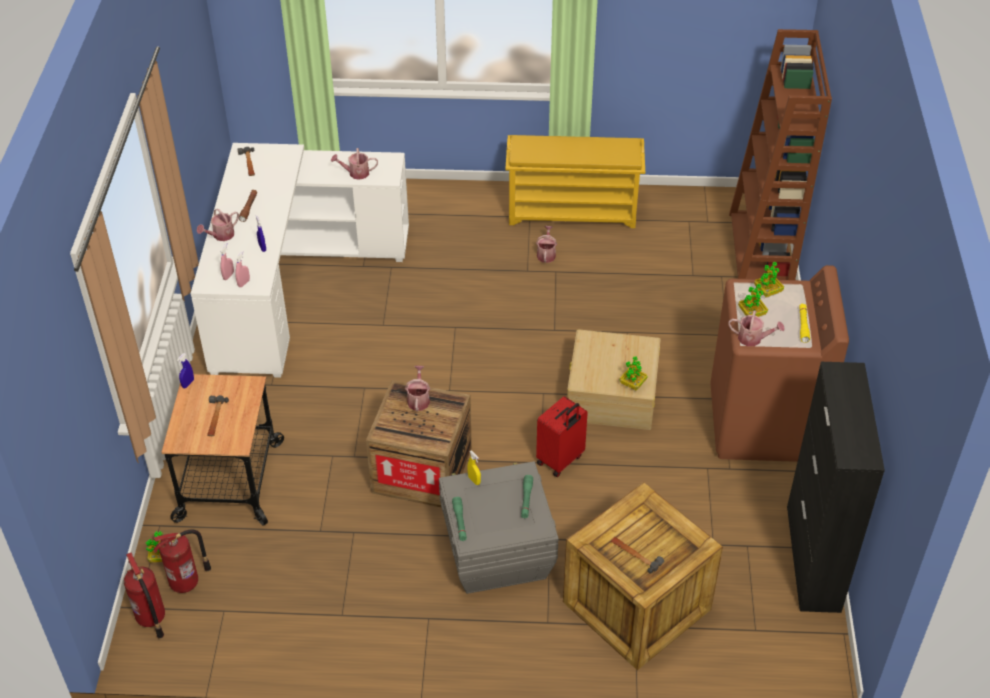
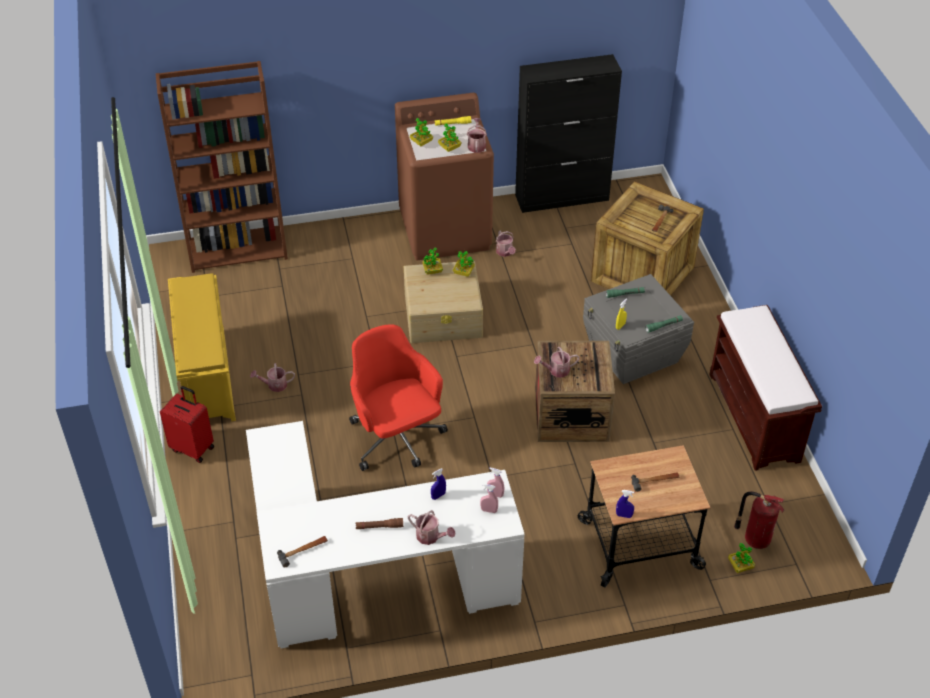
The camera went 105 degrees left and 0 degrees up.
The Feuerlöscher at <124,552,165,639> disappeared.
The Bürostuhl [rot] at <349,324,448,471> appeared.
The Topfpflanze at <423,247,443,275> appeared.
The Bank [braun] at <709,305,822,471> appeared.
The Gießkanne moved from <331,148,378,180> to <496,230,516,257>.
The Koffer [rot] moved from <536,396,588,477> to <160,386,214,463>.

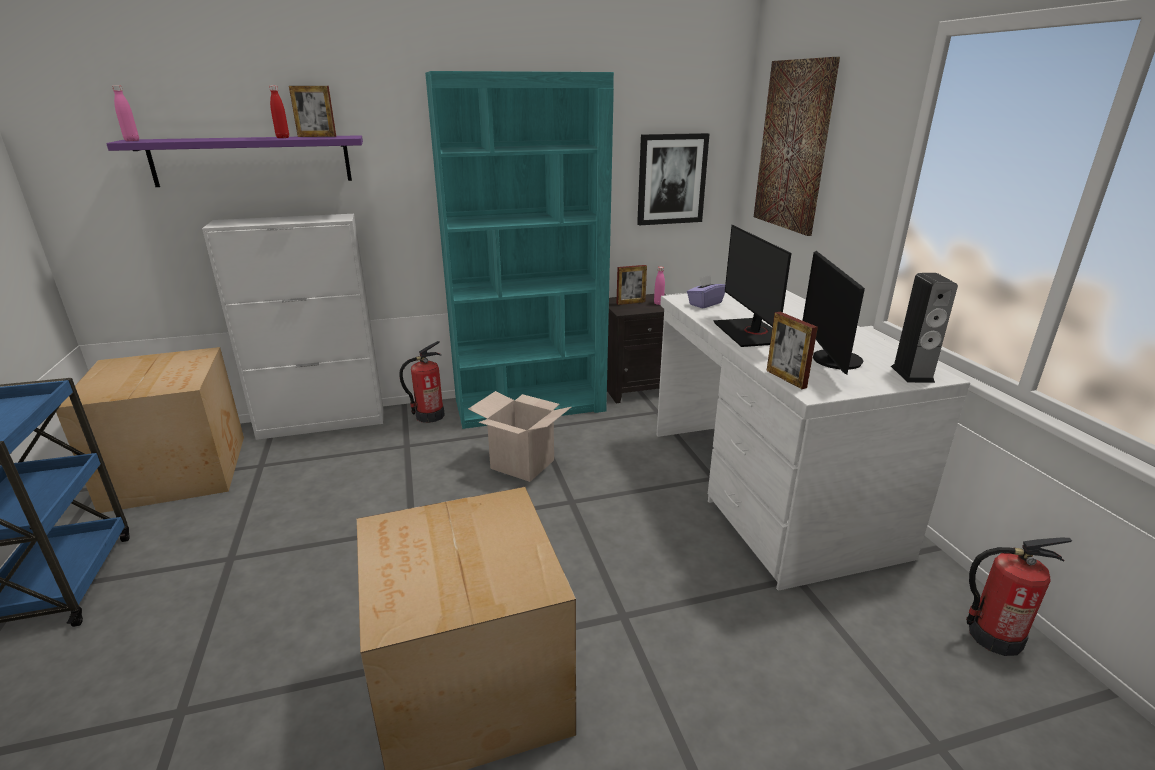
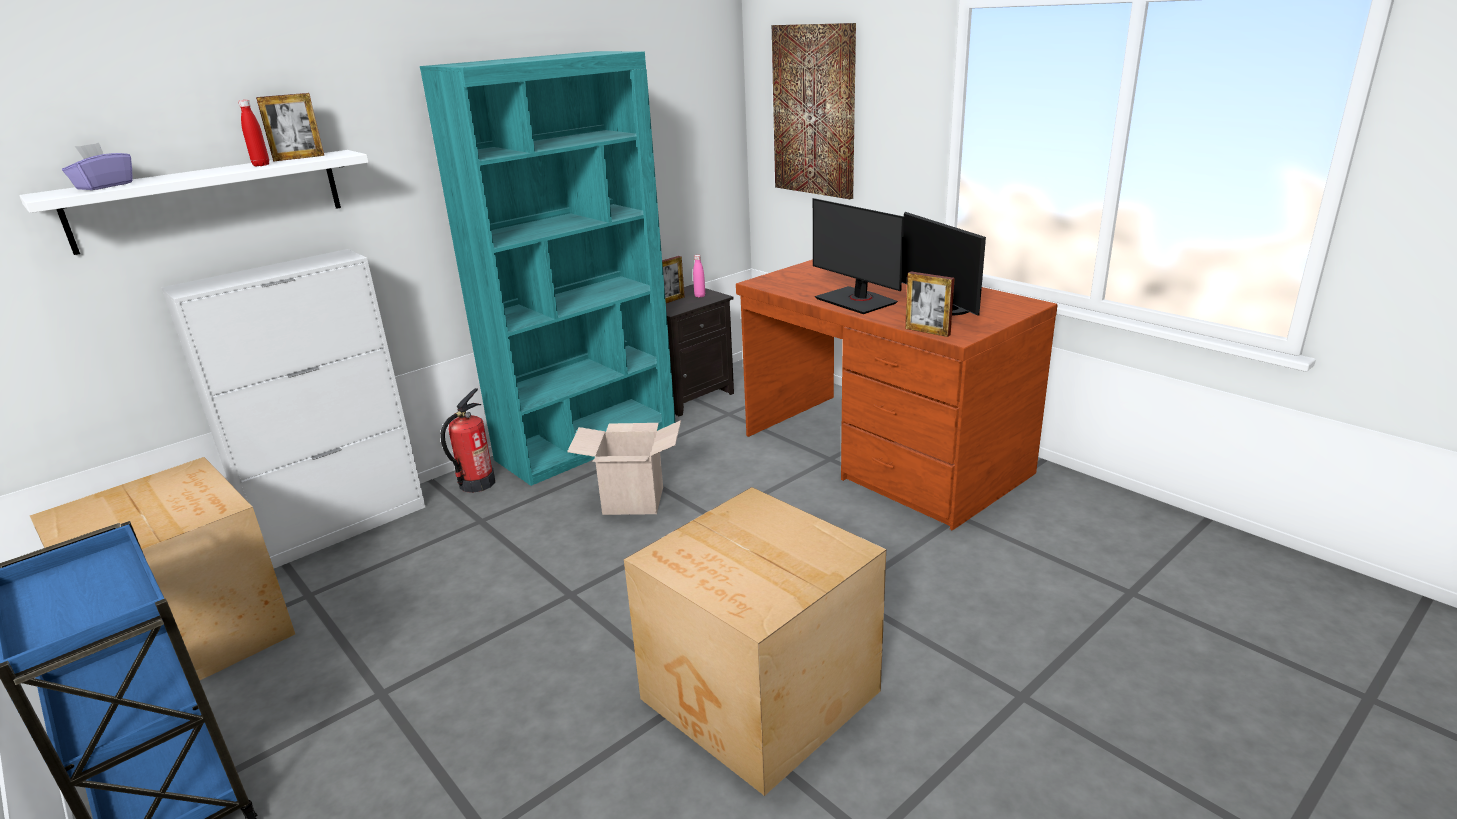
The camera went 25 degrees left and 0 degrees up.
The Flasche [rosa] at <112,85,139,141> disappeared.
The Bild at <637,133,709,225> disappeared.
The Lautsprecher at <891,273,958,383> disappeared.
The Feuerlöscher at <966,538,1072,656> disappeared.
The Taschentuchbox [lila] moved from <687,275,725,308> to <62,143,133,190>.
The Wandregal [lila] at <106,135,363,187> became the Wandregal [weiß] at <19,150,369,255>.
The Schreibtisch [weiß] at <656,290,970,591> became the Schreibtisch [braun] at <736,259,1058,530>.

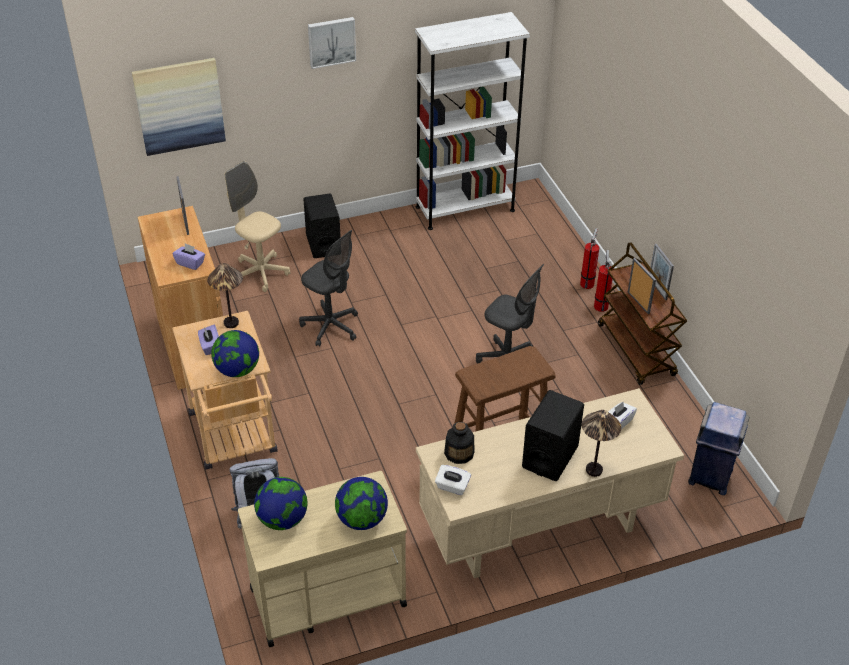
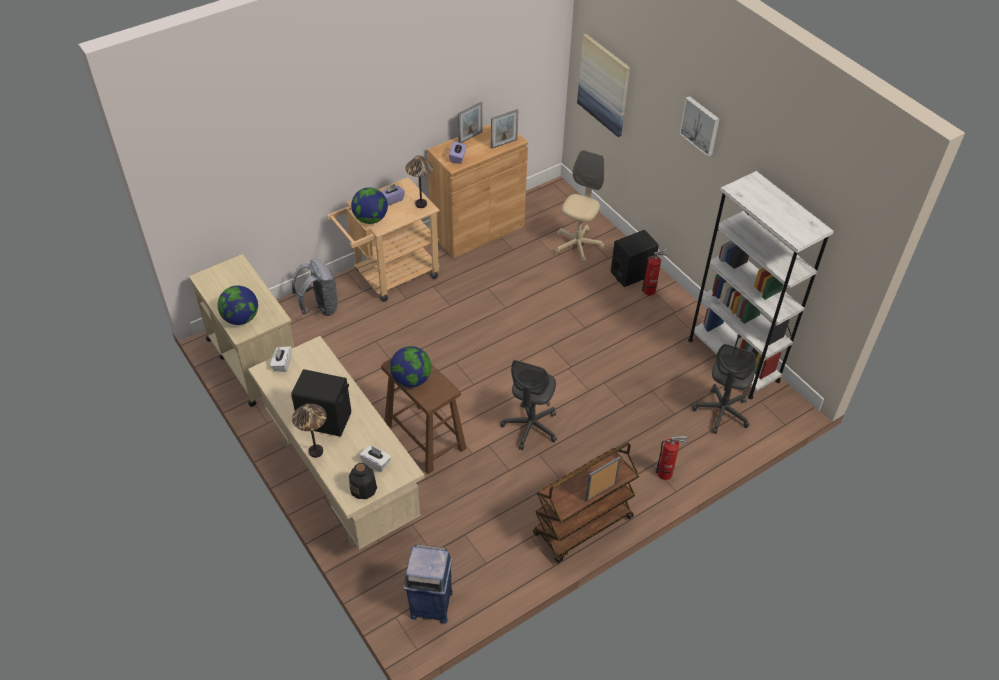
The camera went 75 degrees right and 5 degrees up.
The Globus moved from <254,477,307,530> to <390,346,431,388>.
The Bürostuhl [grau] moved from <299,230,358,347> to <692,344,757,434>.
The Flasche moved from <444,422,475,464> to <349,463,377,499>.
The Feuerlöscher moved from <594,250,613,312> to <642,249,668,296>.
The Bilderrahmen moved from <628,258,656,314> to <458,101,483,143>.

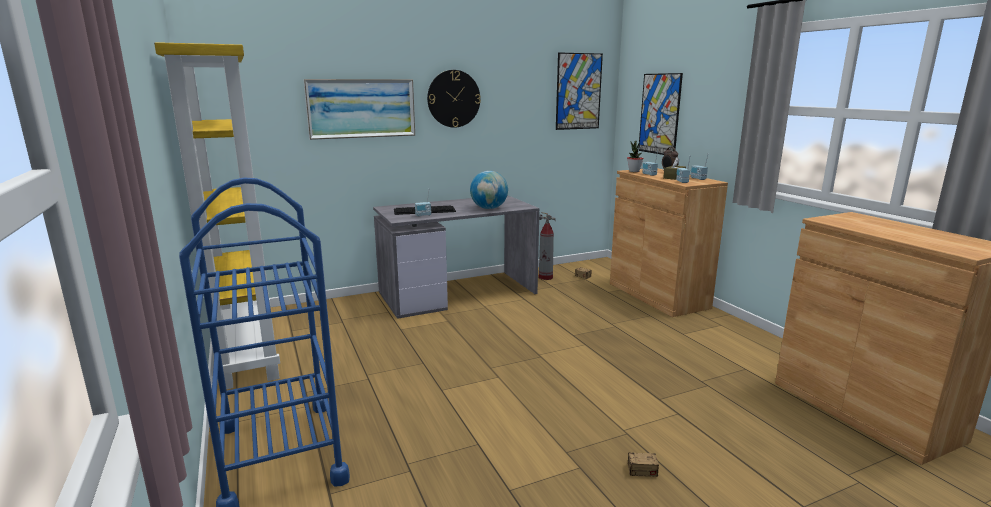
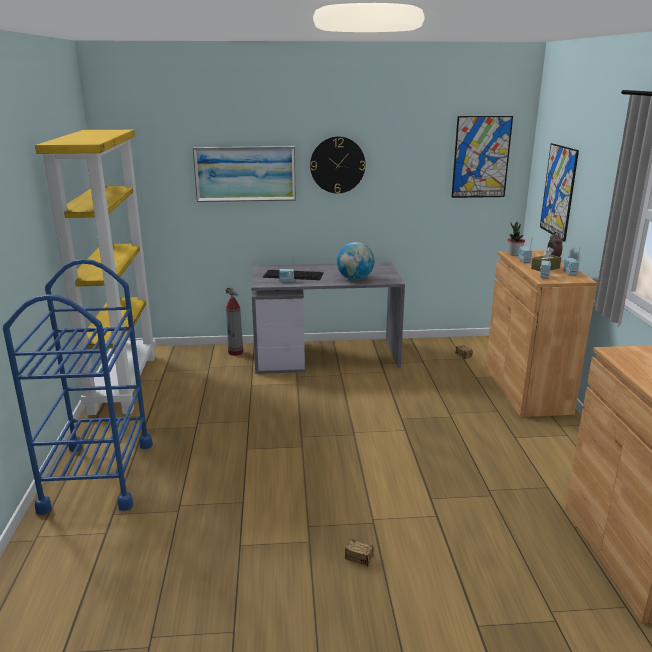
The camera went 20 degrees right and 5 degrees up.
The Feuerlöscher moved from <539,212,556,280> to <225,285,243,356>.

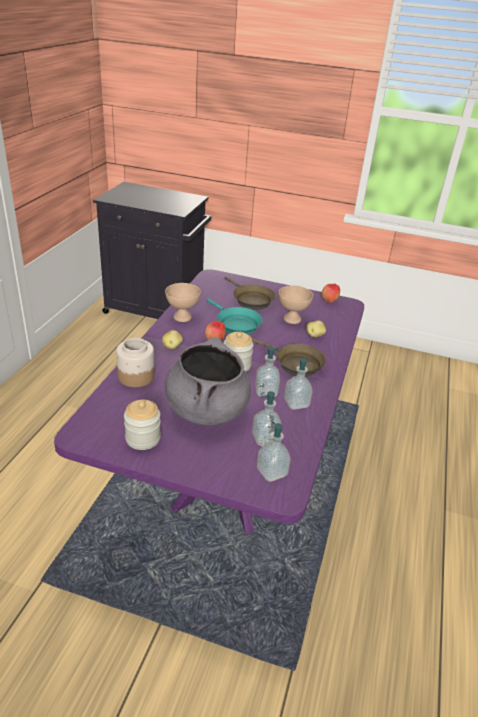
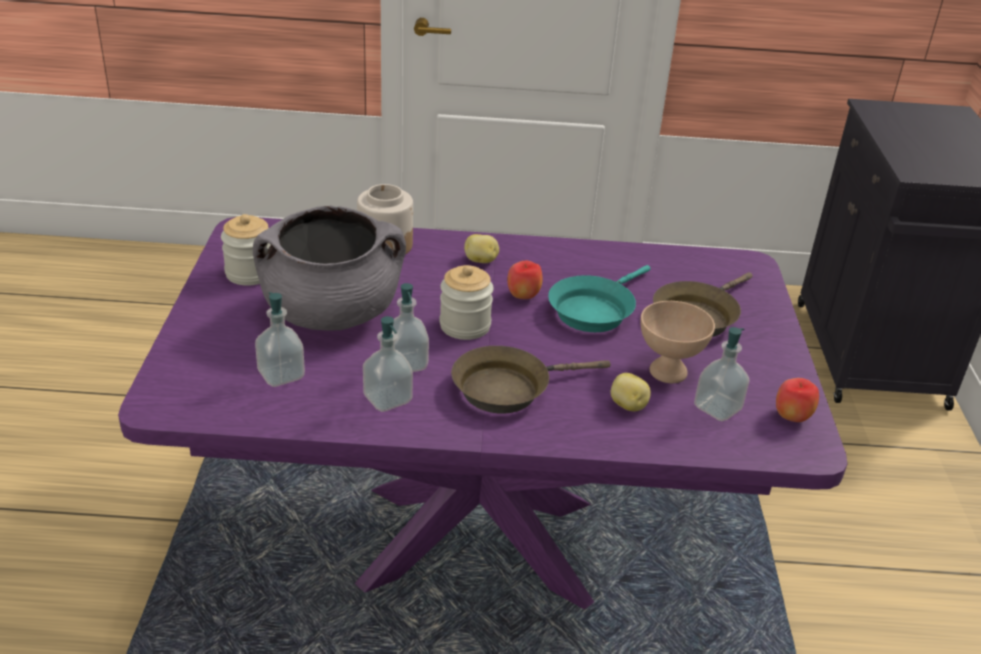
The camera went 75 degrees right and 0 degrees up.
The Schüssel [beige] at <165,283,201,322> disappeared.
The Seifenspender moved from <257,422,291,482> to <694,327,750,421>.
The Pfanne [braun] at <252,338,326,377> turned 45 degrees clockwise.

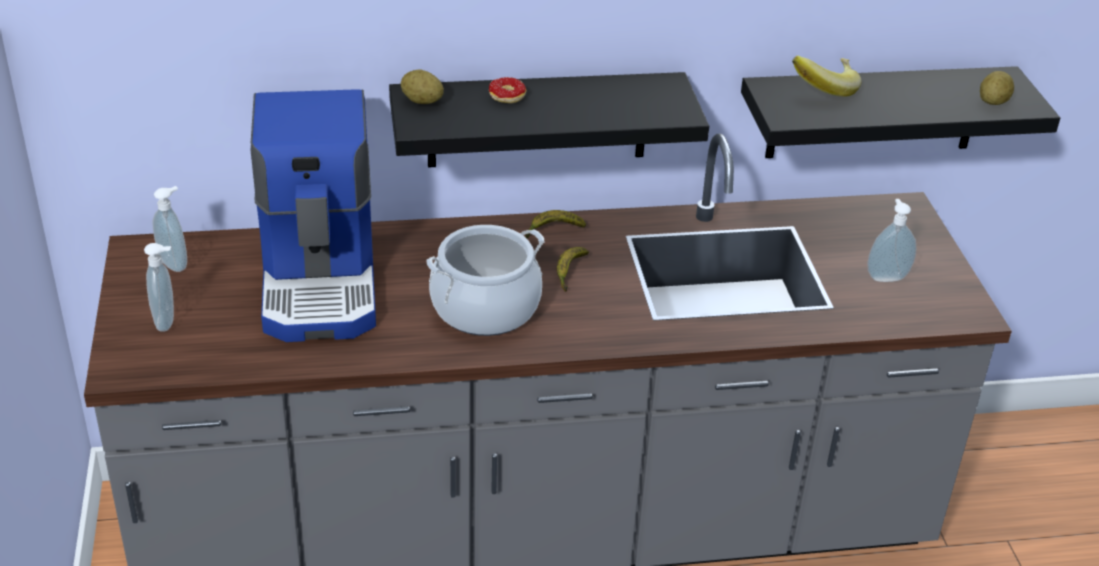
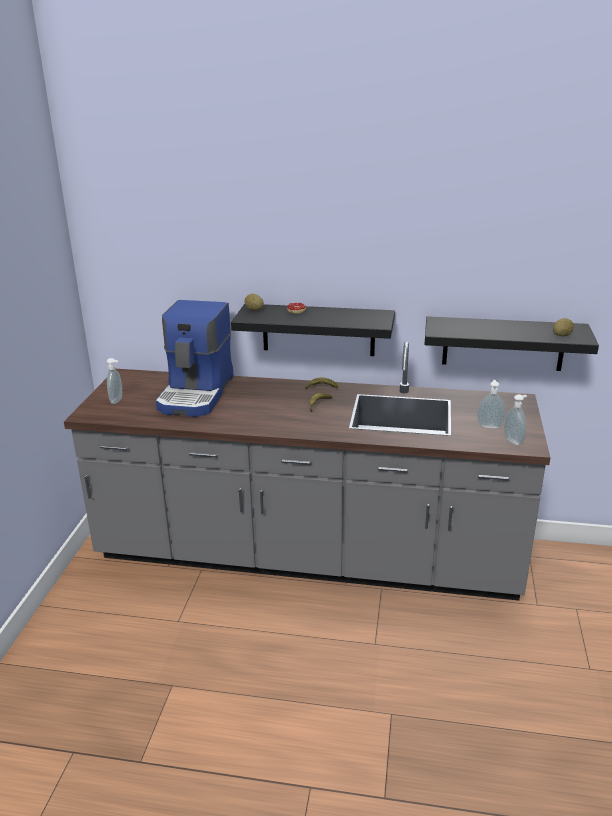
The camera went 20 degrees right and 10 degrees down.
The Kochtopf at <427,225,545,336> disappeared.
The Banane at <792,56,861,97> disappeared.
The Seifenspender moved from <152,186,187,272> to <504,394,527,445>.

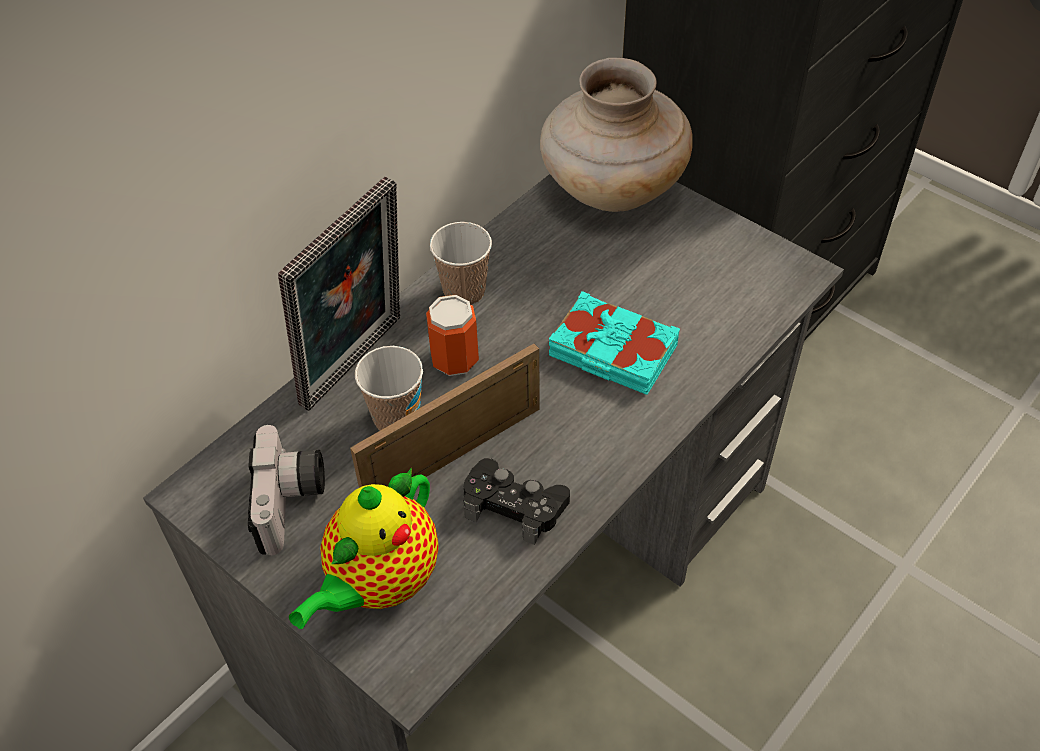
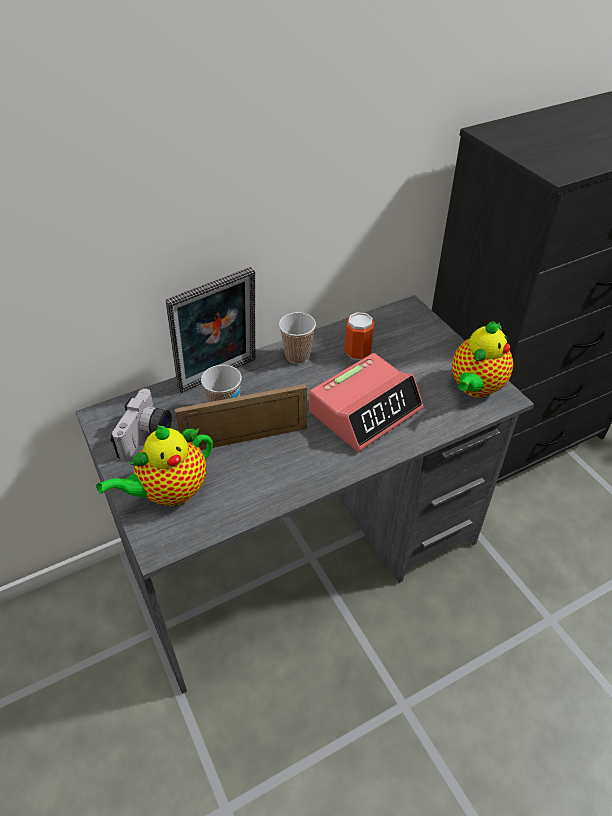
The camera went 20 degrees right and 5 degrees down.
The Gamepad [schwarz] at <463,458,570,545> disappeared.
The Vase [beige] at <540,58,693,212> disappeared.
The Teekanne at <452,321,513,398> appeared.
The Dose moved from <426,295,479,376> to <345,312,374,360>.
The Buch [türkis] at <549,291,680,395> was replaced by the Wecker at <309,353,424,452>.

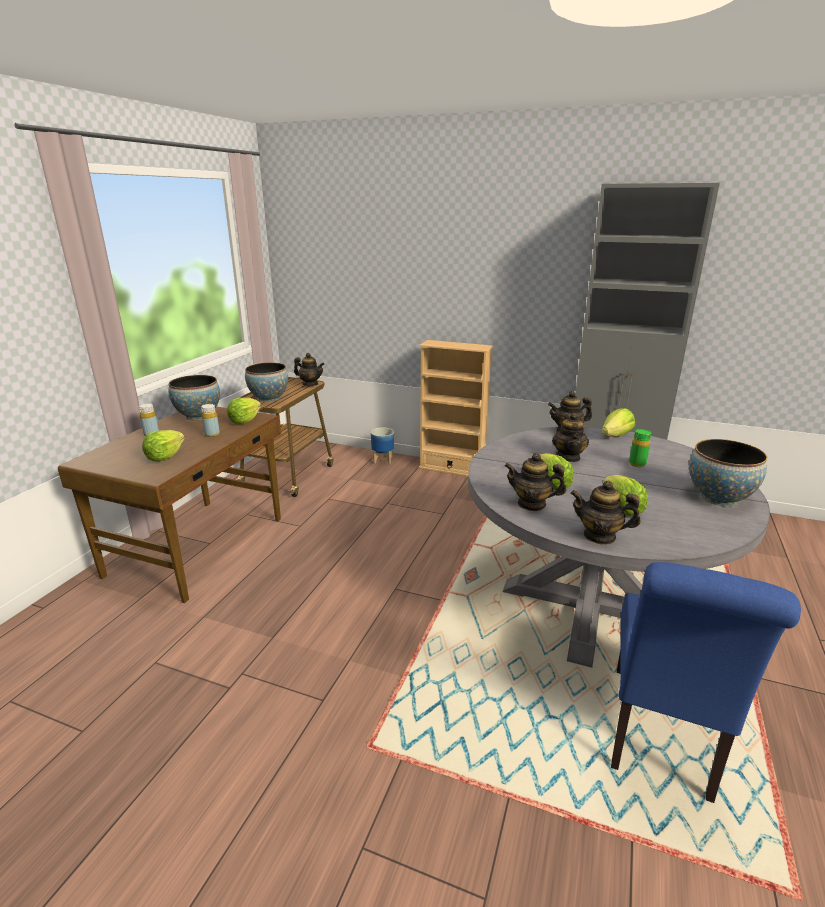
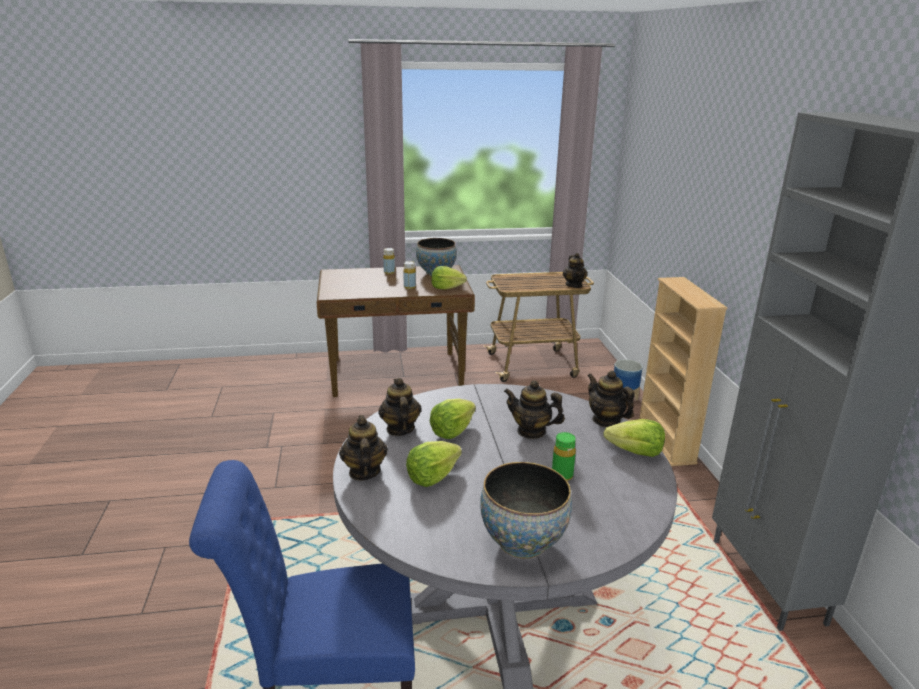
The camera went 60 degrees right and 0 degrees up.
The Salatkopf at <142,430,185,462> disappeared.
The Schüssel at <245,362,288,402> disappeared.
The Teekanne at <552,413,589,462> turned 45 degrees clockwise.

